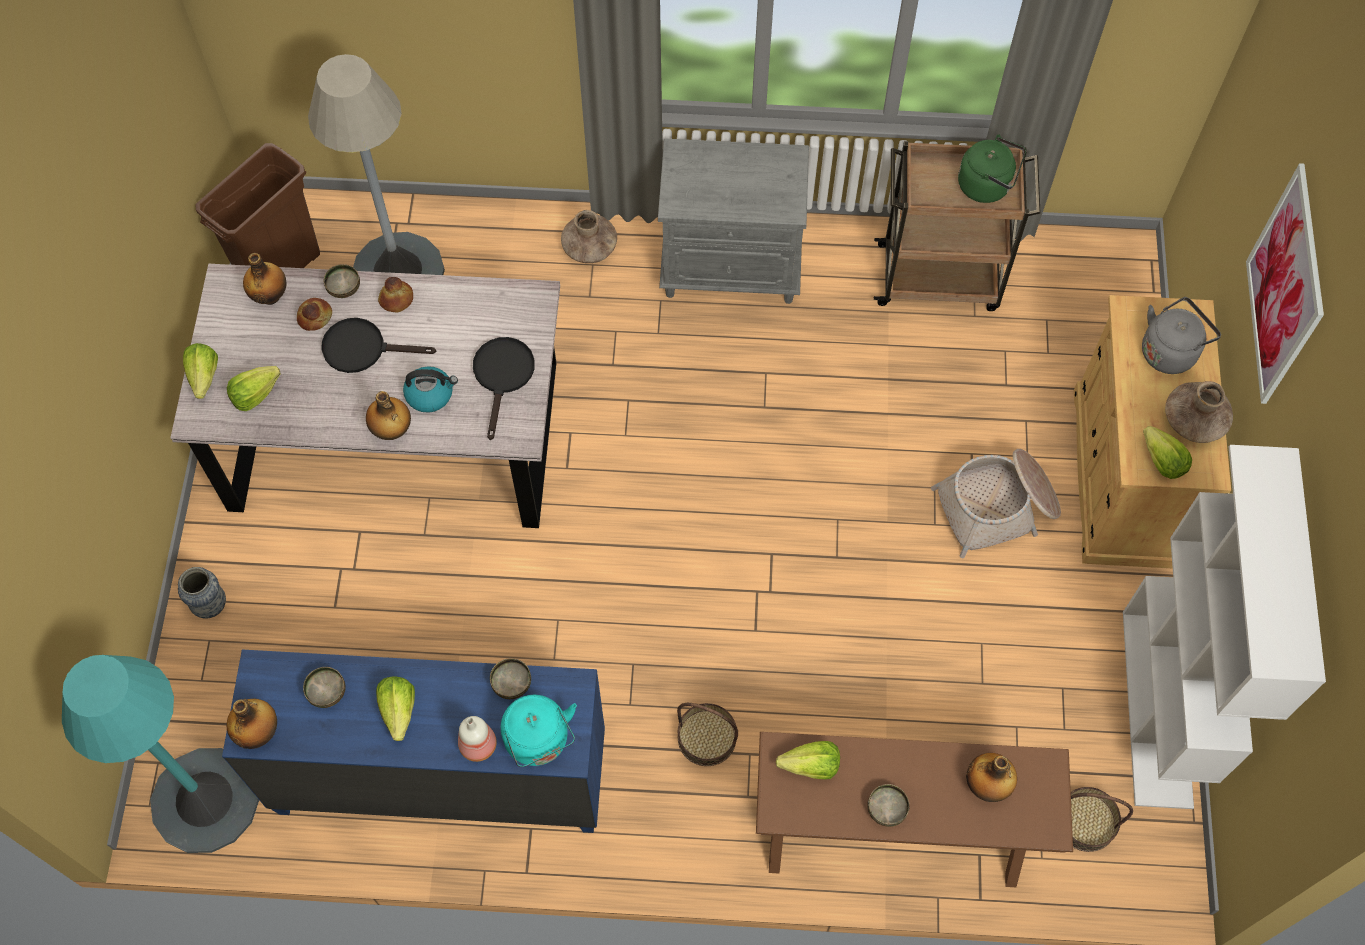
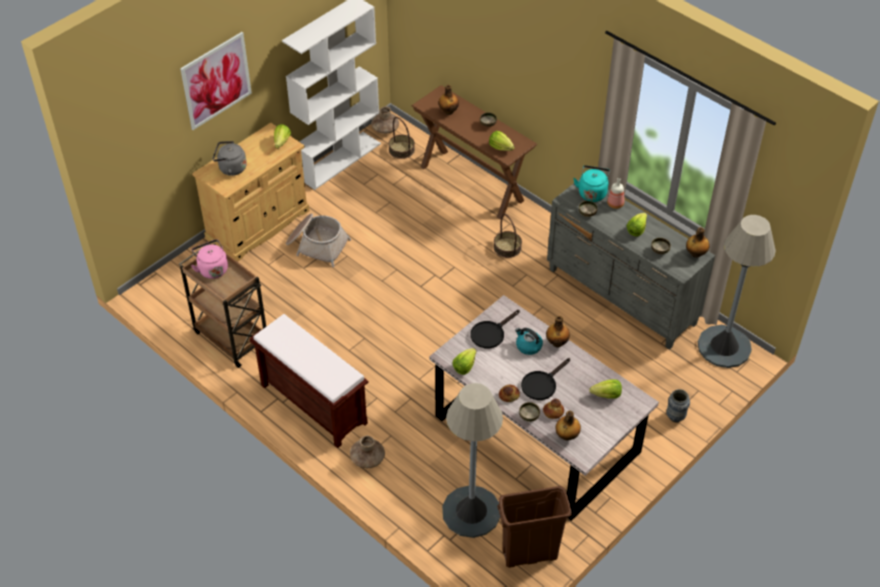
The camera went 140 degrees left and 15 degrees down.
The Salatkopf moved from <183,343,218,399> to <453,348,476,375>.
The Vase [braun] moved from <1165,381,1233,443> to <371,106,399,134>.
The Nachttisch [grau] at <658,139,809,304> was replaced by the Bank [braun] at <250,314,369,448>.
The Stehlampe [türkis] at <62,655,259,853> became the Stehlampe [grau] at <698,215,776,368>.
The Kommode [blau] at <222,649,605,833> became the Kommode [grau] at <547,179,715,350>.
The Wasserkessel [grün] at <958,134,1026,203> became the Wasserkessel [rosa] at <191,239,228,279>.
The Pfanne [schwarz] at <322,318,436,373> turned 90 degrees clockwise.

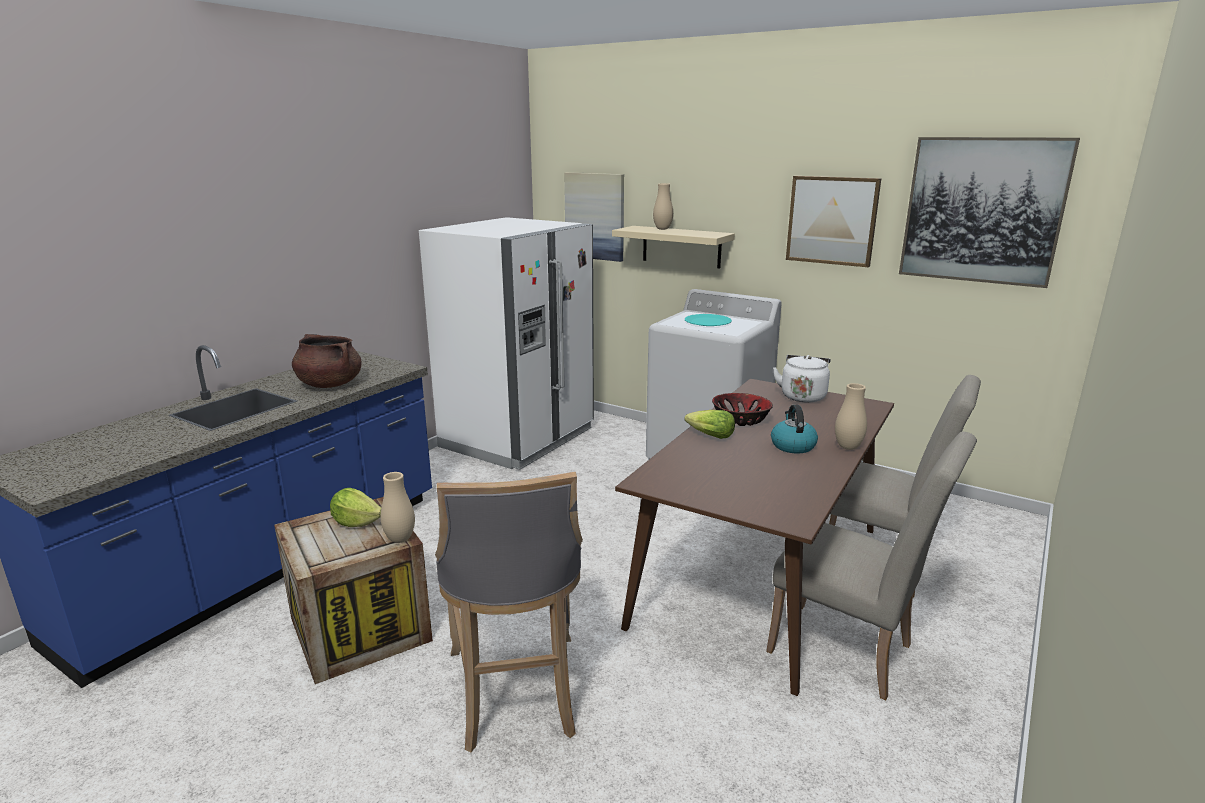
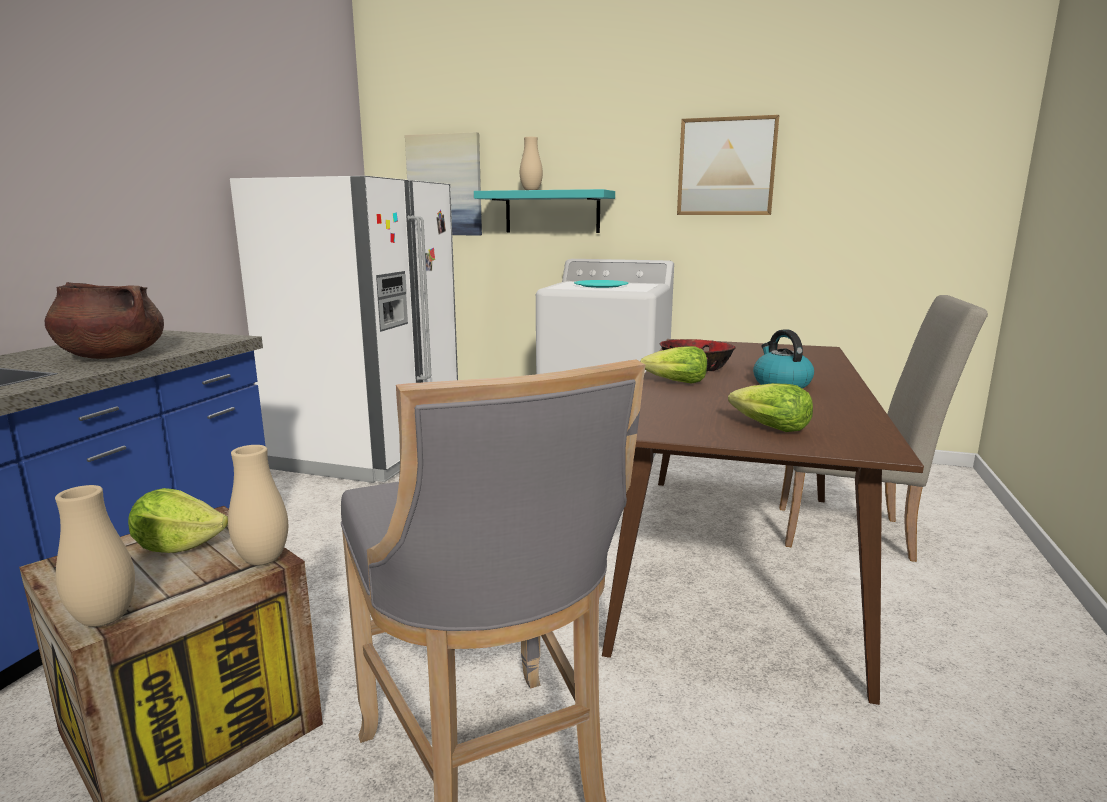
The camera went 15 degrees left and 5 degrees down.
The Stuhl [beige] at <766,431,977,700> disappeared.
The Wasserkessel [weiß] at <773,355,831,403> disappeared.
The Bild at <899,137,1080,288> disappeared.
The Salatkopf at <728,383,813,432> appeared.
The Vase [beige] moved from <835,383,867,450> to <55,485,135,627>.
The Wandregal [beige] at <612,226,735,269> became the Wandregal [türkis] at <474,189,615,233>.

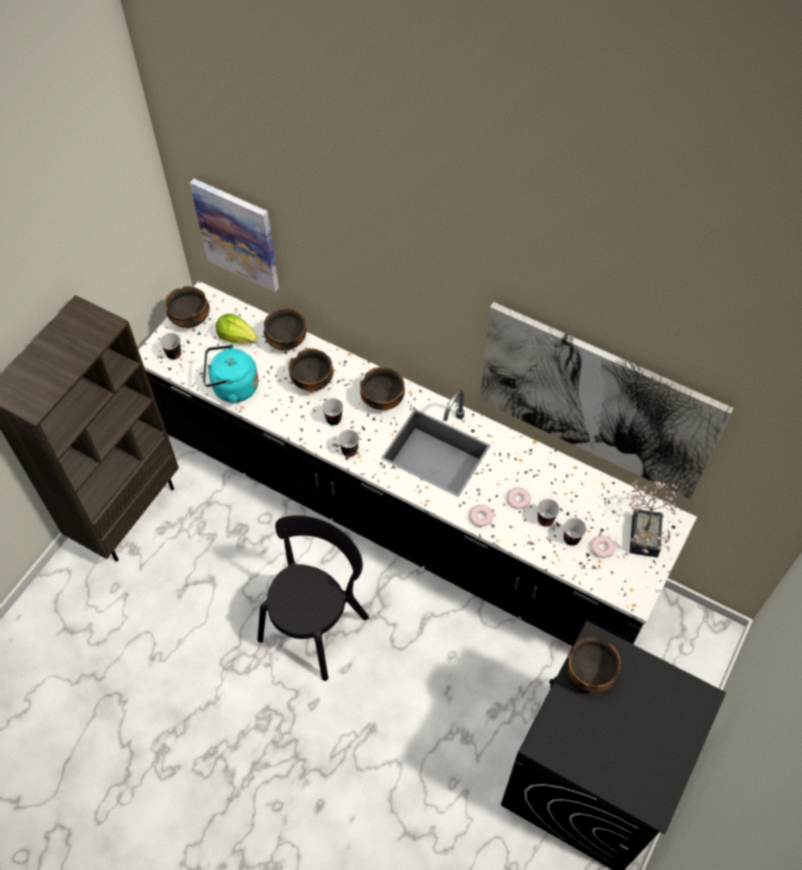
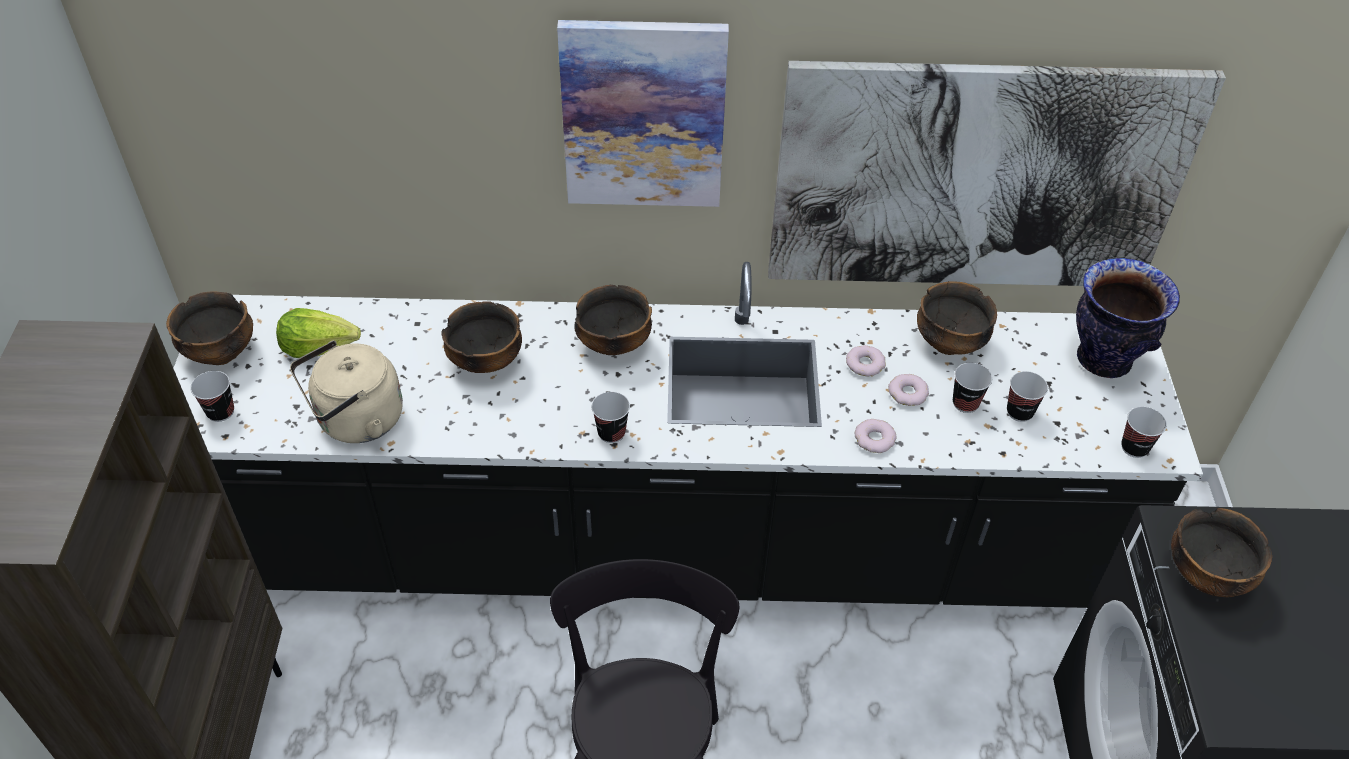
The camera went 30 degrees left and 10 degrees down.
The Bild moved from <190,179,279,292> to <557,20,729,207>.
The Schüssel moved from <264,307,306,351> to <917,281,997,355>.
The Tasse moved from <322,398,343,426> to <1121,406,1167,458>.
The Donut moved from <590,535,615,558> to <846,345,886,377>.
The Topfpflanze at <626,480,677,557> was replaced by the Vase at <1076,258,1180,378>.
The Wasserkessel [türkis] at <203,345,259,403> became the Wasserkessel [beige] at <290,340,403,443>.

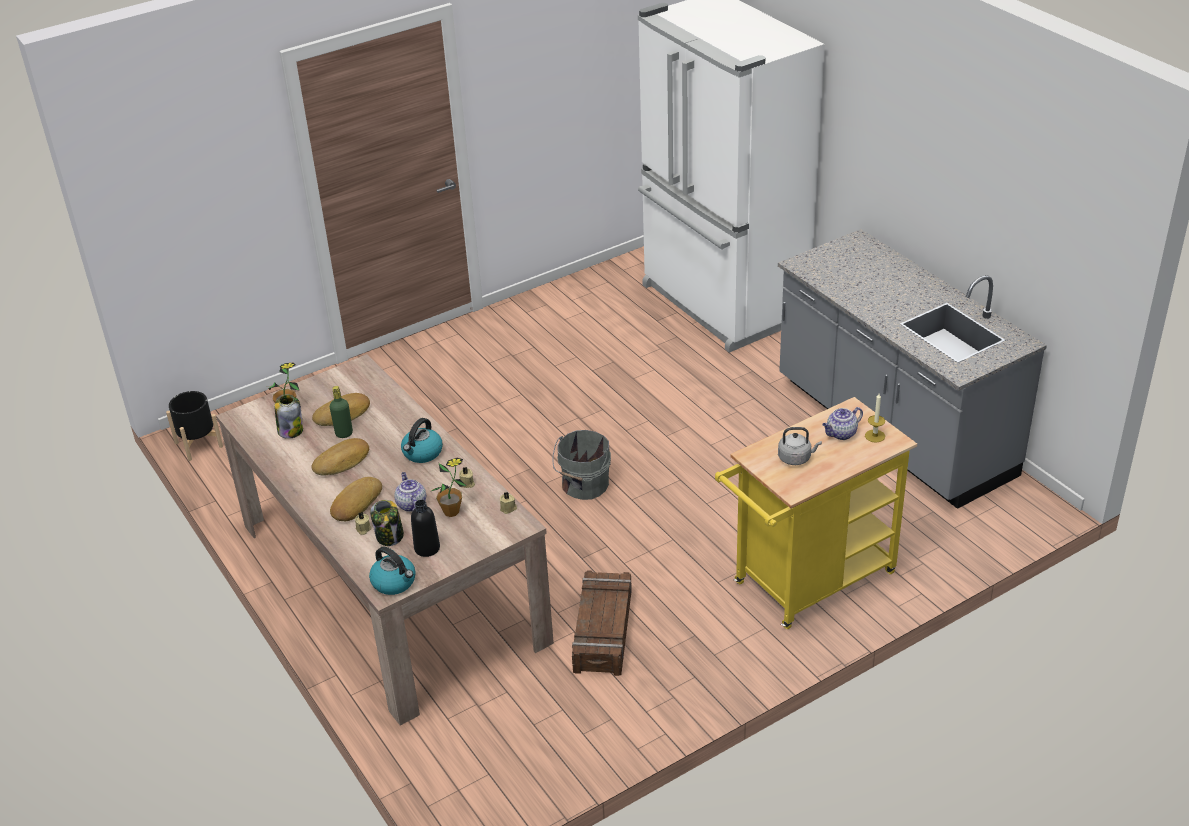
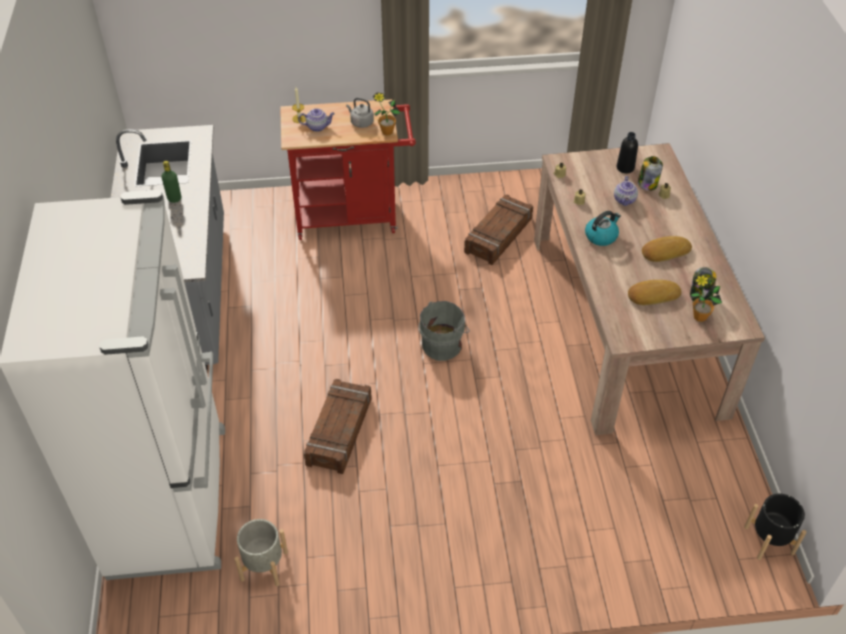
The camera went 155 degrees left and 10 degrees up.
The Brot at <330,477,382,521> disappeared.
The Wasserkessel at <369,546,416,595> disappeared.
The Pflanzkübel [grau] at <234,519,288,586> appeared.
The Kiste at <304,379,372,474> appeared.
The Flasche [grün] moved from <330,386,353,438> to <161,161,181,203>.
The Topfpflanze moved from <431,458,466,517> to <373,92,401,136>.
The Rollwagen [gelb] at <715,397,917,629> became the Rollwagen [rot] at <280,99,416,240>.

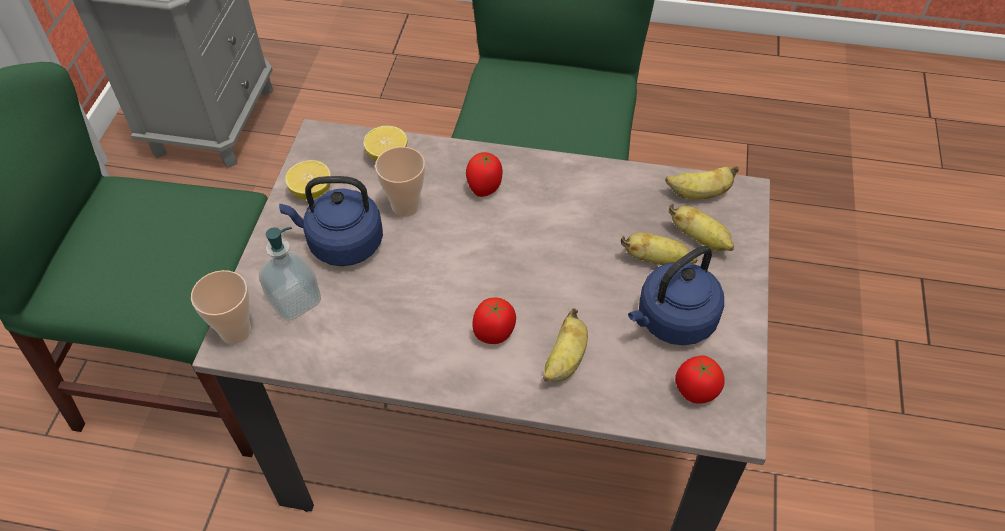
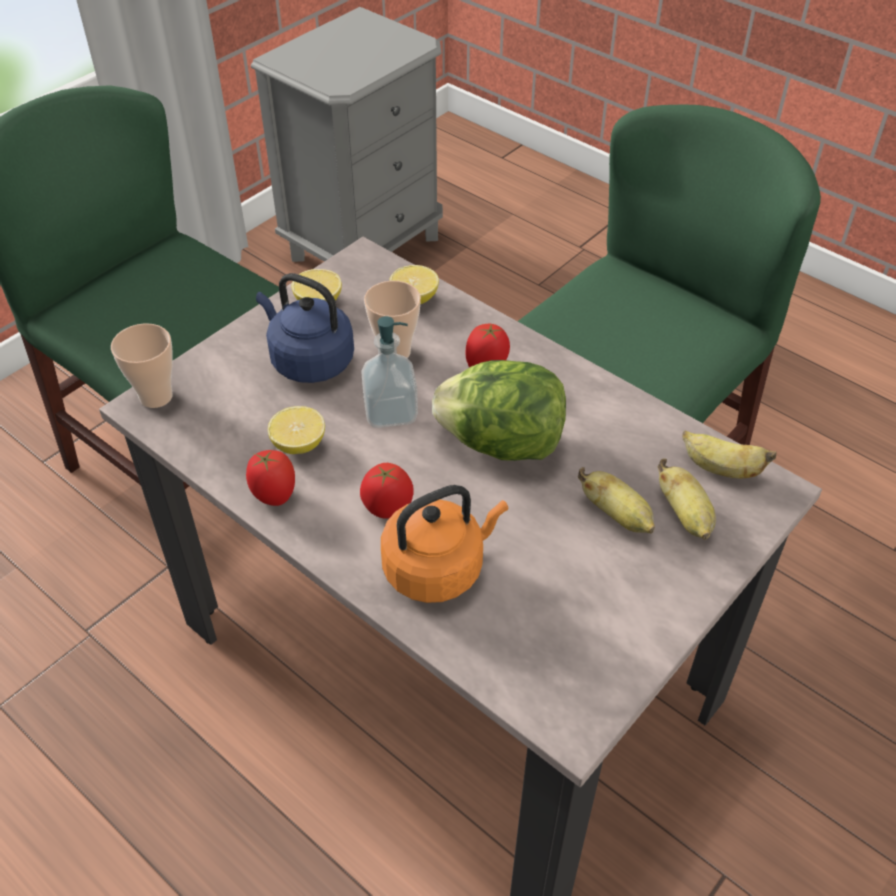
The camera went 30 degrees right and 5 degrees down.
The Wasserkessel [blau] at <628,246,724,345> disappeared.
The Zitrone at <268,406,325,454> appeared.
The Salatkopf at <432,360,566,461> appeared.
The Seifenspender moved from <259,227,321,321> to <361,316,418,428>.
The Tomate moved from <675,355,725,404> to <246,450,295,506>.
The Banane at <543,308,588,382> was replaced by the Wasserkessel [orange] at <381,485,508,603>.

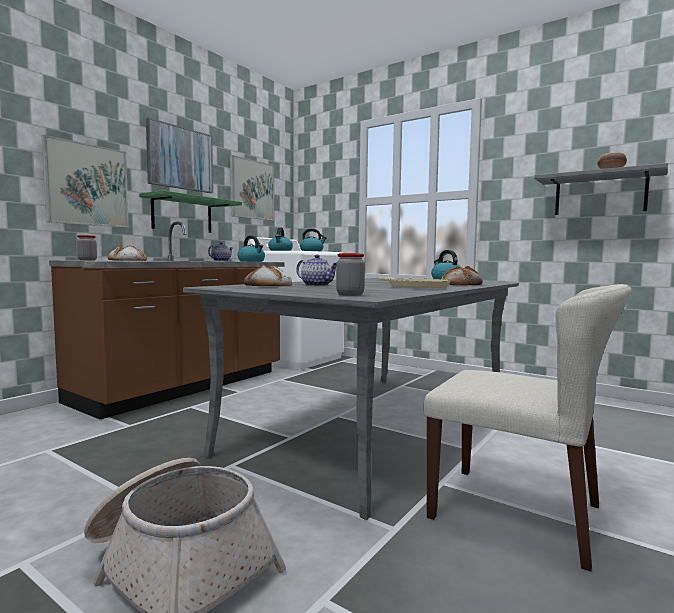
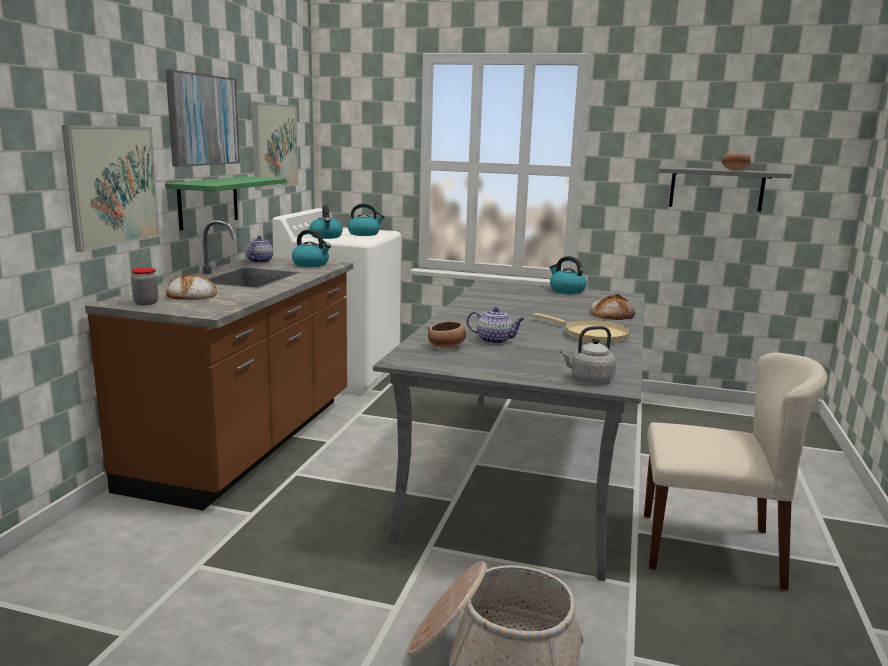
The camera went 20 degrees left and 10 degrees up.
The Brot at <244,265,292,286> was replaced by the Schüssel at <428,321,466,348>.
The Vorratsglas at <336,253,365,296> was replaced by the Wasserkessel [grau] at <560,326,616,382>.

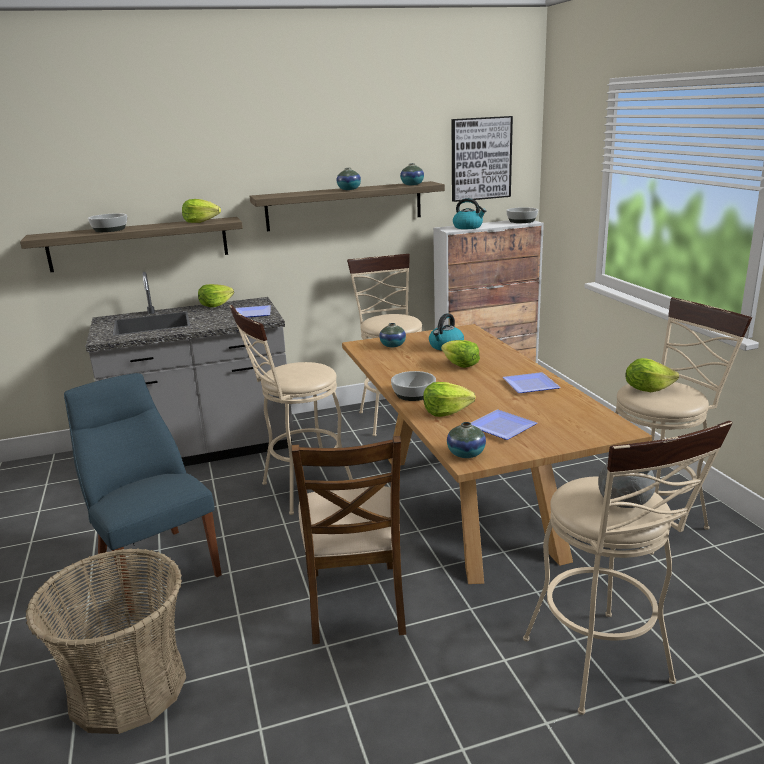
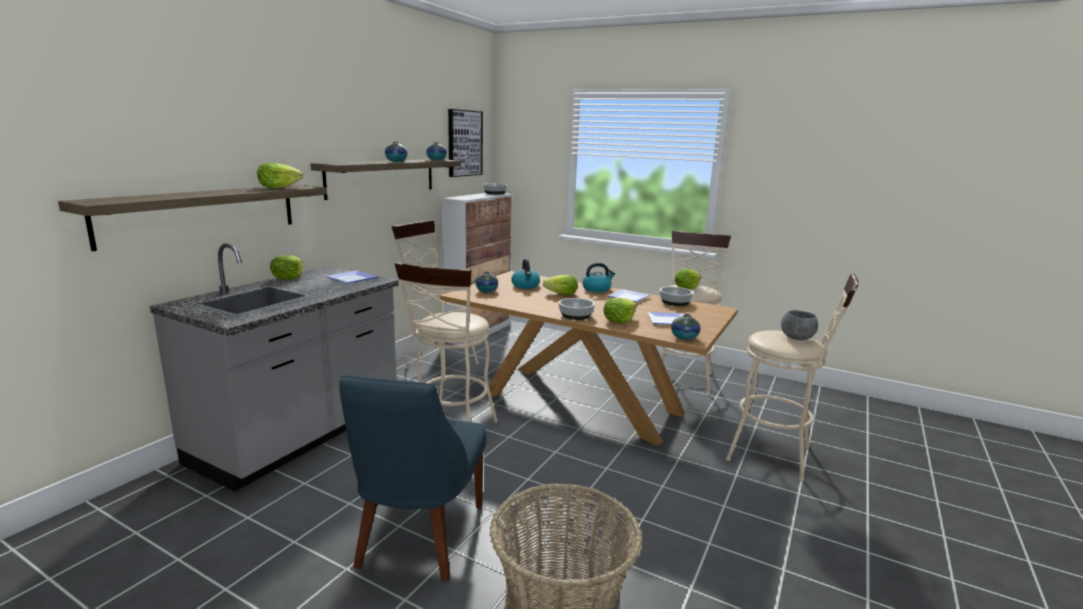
The camera went 45 degrees left and 5 degrees down.
The Stuhl [braun] at <291,436,406,644> disappeared.
The Schüssel moved from <88,213,127,232> to <660,287,693,306>.
The Wasserkessel moved from <453,198,486,229> to <582,263,615,293>.
The Stuhl [blau] at <64,373,222,616> turned 90 degrees counterclockwise.

